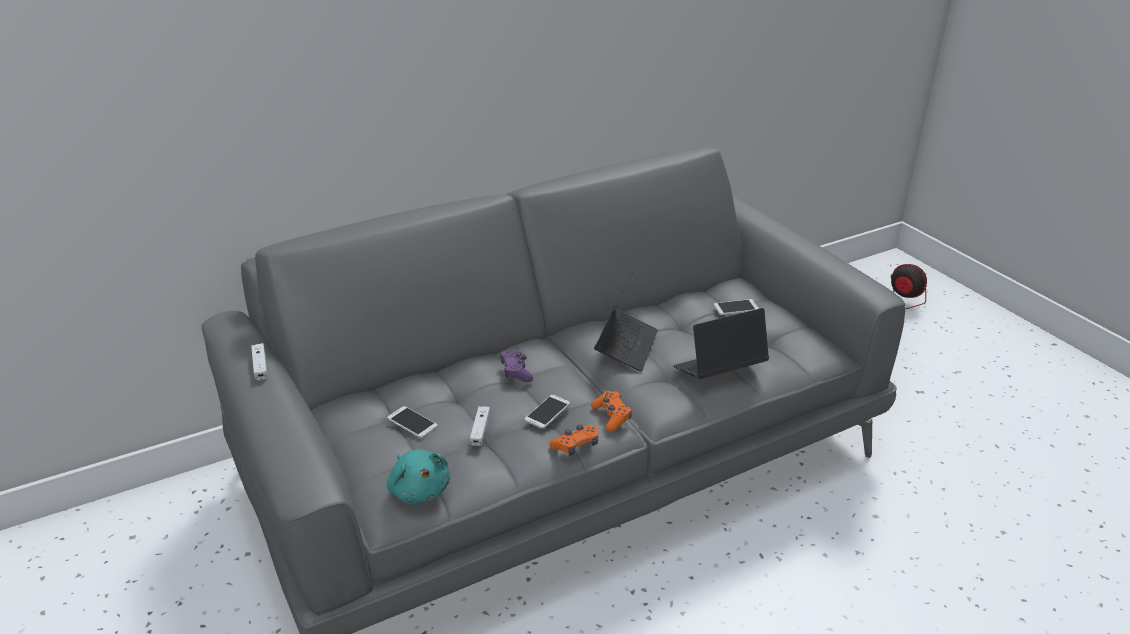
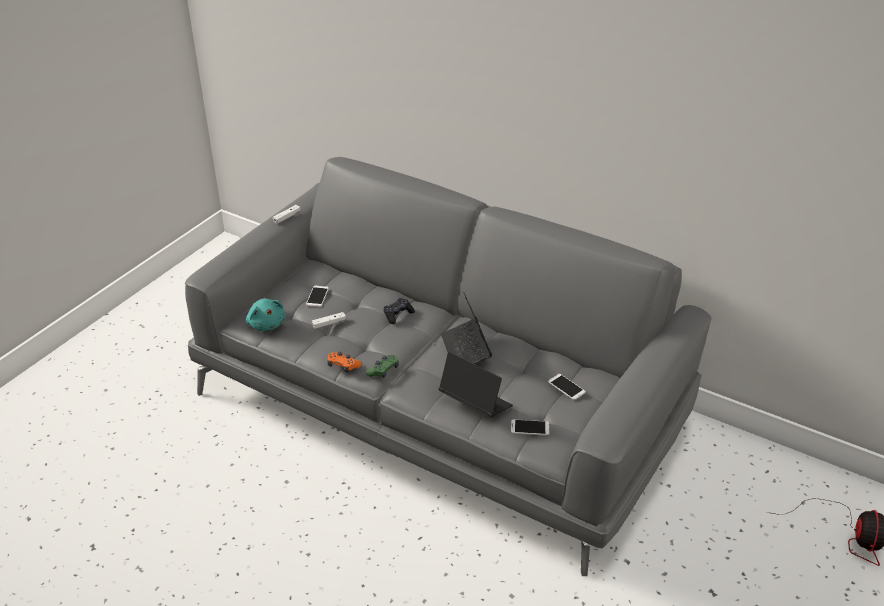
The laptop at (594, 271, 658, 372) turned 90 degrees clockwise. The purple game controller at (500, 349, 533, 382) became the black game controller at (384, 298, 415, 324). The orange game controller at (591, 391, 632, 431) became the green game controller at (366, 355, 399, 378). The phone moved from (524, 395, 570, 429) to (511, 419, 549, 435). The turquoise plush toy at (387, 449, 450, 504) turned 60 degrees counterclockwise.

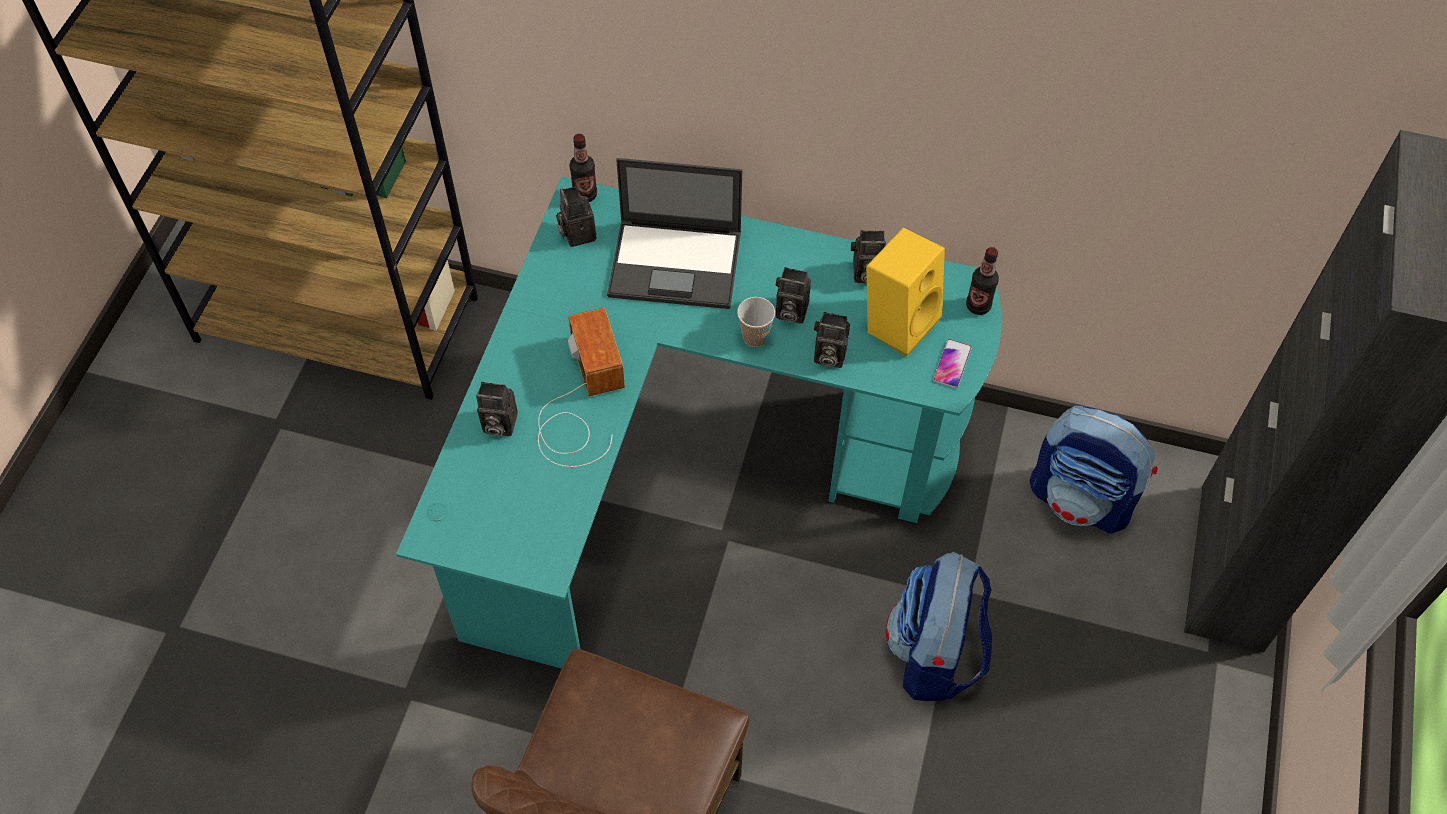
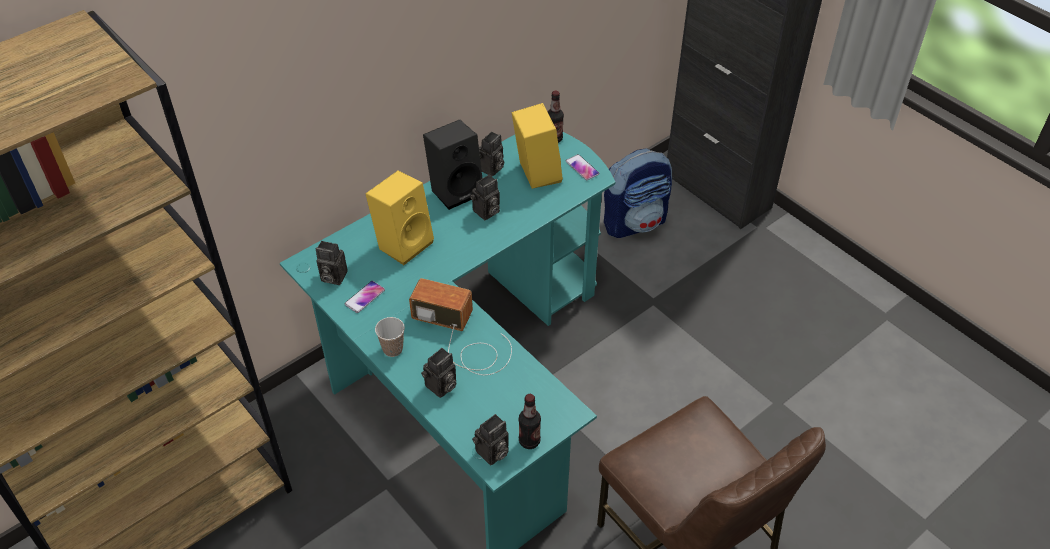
The bottle moved from (569, 134, 597, 202) to (518, 394, 541, 449). The laptop at (607, 158, 742, 309) was replaced by the yellow speaker at (366, 171, 434, 265). The cup moved from (737, 297, 775, 347) to (375, 317, 405, 357). The photo camera moved from (814, 312, 850, 368) to (472, 414, 509, 465). The backpack at (885, 552, 992, 701) disappeared. The black speaker at (423, 120, 482, 210) appeared. The phone at (345, 281, 385, 313) appeared.

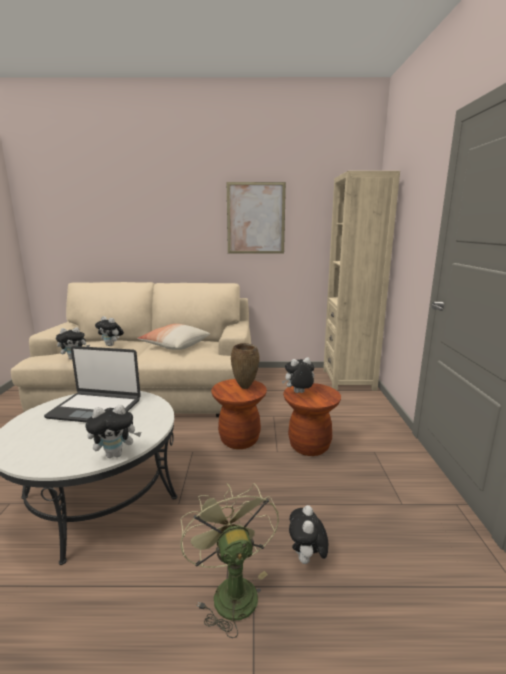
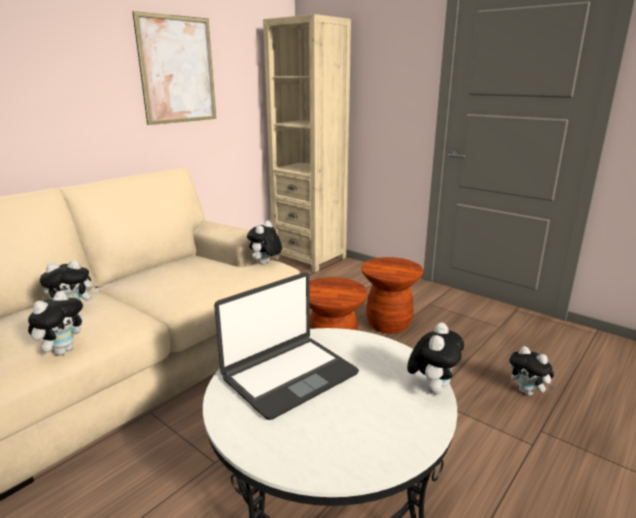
The pillow at (137, 324, 210, 350) disappeared. The brown vase at (231, 343, 259, 389) disappeared. The plush toy moved from (282, 357, 314, 393) to (247, 220, 282, 264). The green fan at (180, 483, 279, 638) disappeared.

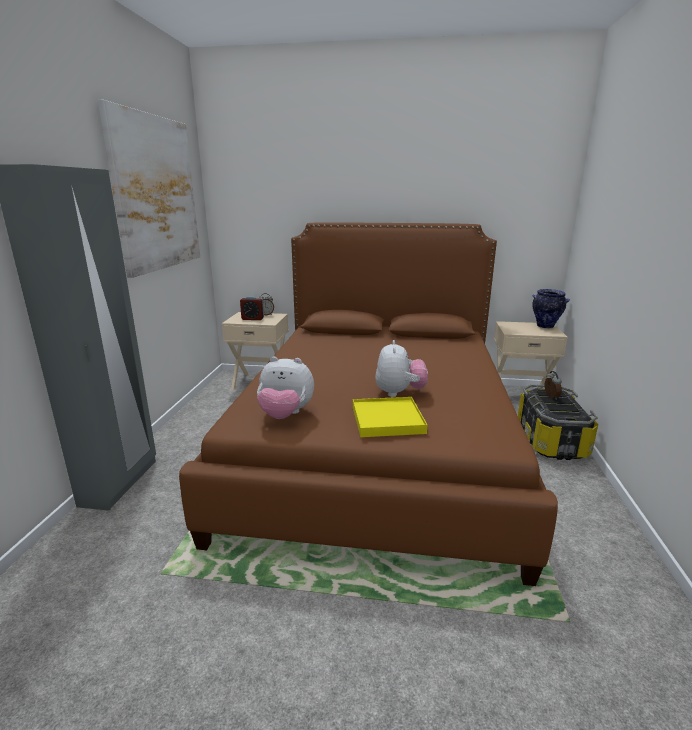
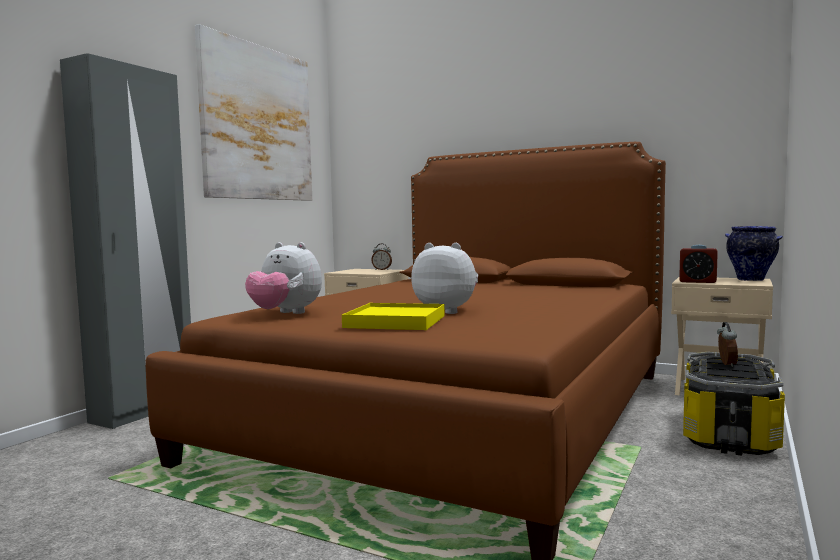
The alarm clock moved from (240, 296, 264, 320) to (679, 245, 718, 283). The plush toy at (375, 340, 428, 397) turned 90 degrees counterclockwise.

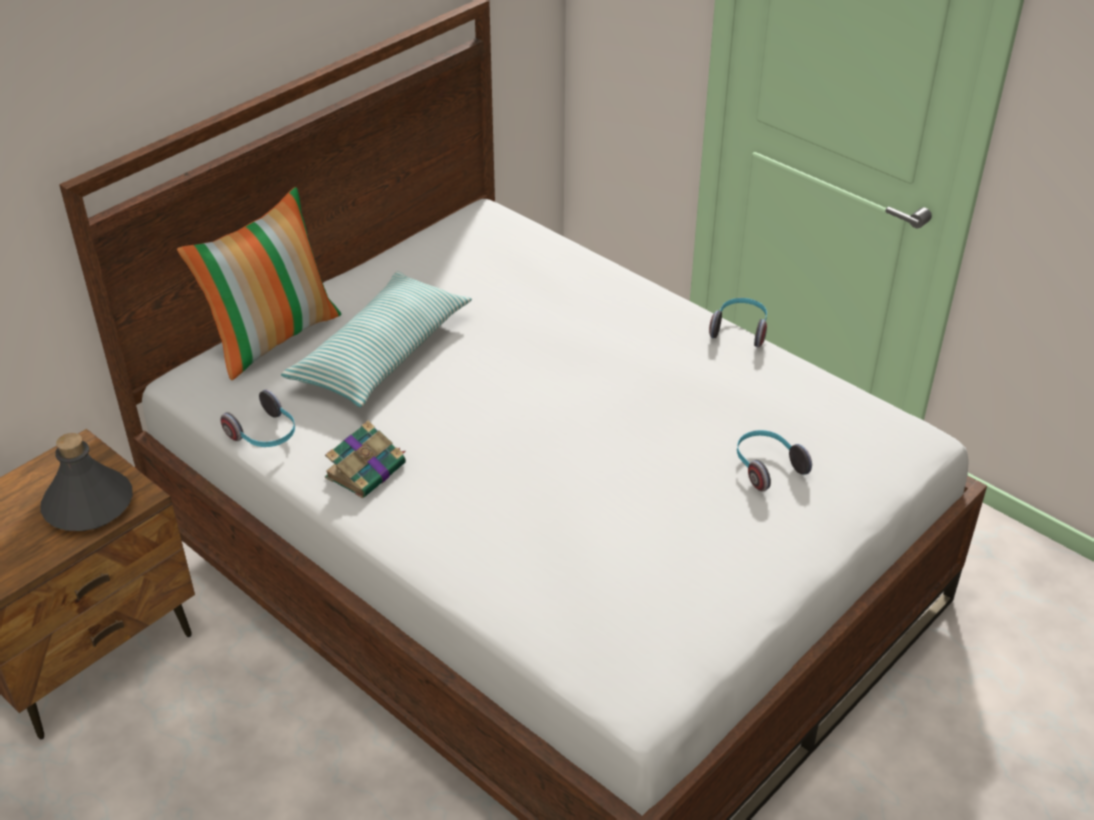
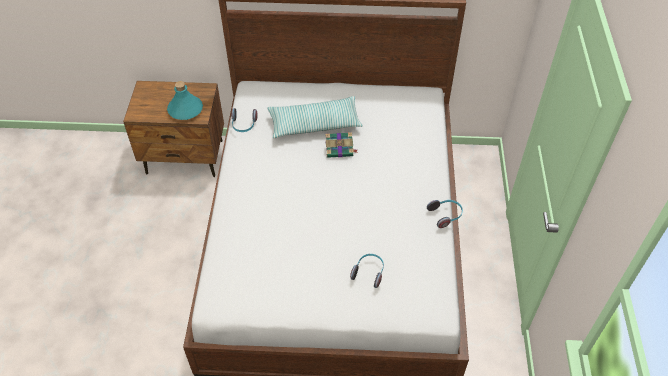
The pillow at (177, 187, 341, 380) disappeared. The book moved from (325, 420, 406, 498) to (325, 132, 358, 158). The grey bottle at (41, 433, 133, 531) became the turquoise bottle at (167, 81, 203, 120).

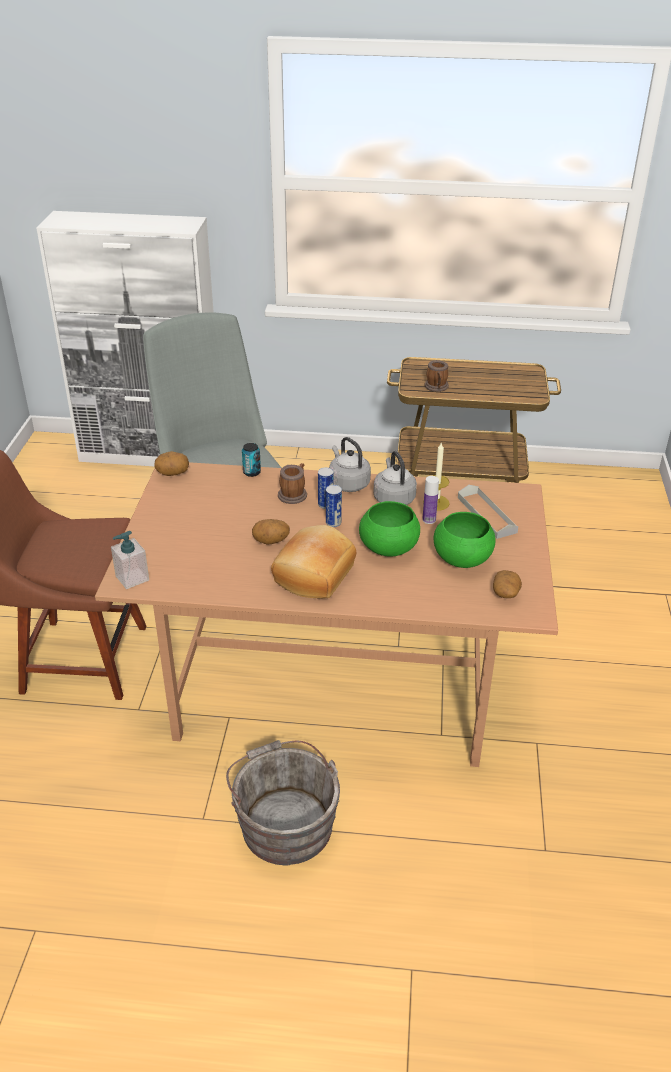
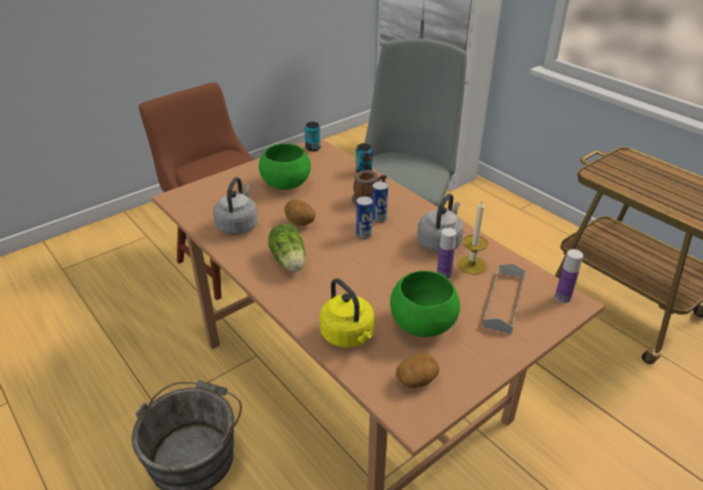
The mug at (425, 360, 449, 392) disappeared. The grey kettle moved from (329, 437, 371, 492) to (213, 177, 258, 235). The potato at (155, 451, 189, 476) was replaced by the can at (305, 122, 321, 151). The green bowl moved from (359, 501, 420, 557) to (259, 144, 311, 190). The bread at (271, 525, 356, 598) was replaced by the lettuce at (268, 223, 306, 272). The soap dispenser at (111, 531, 149, 589) disappeared. The bottle at (555, 249, 583, 303) appeared. The yellow kettle at (319, 278, 374, 348) appeared.

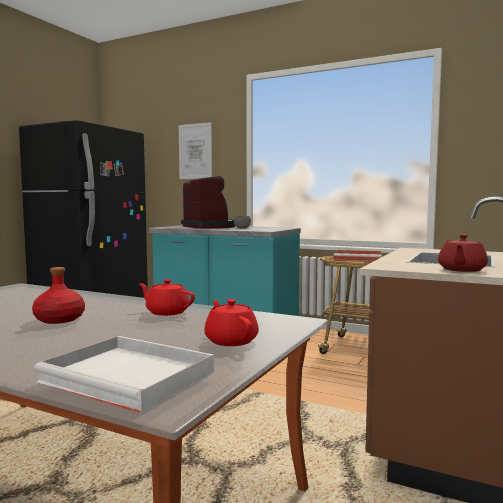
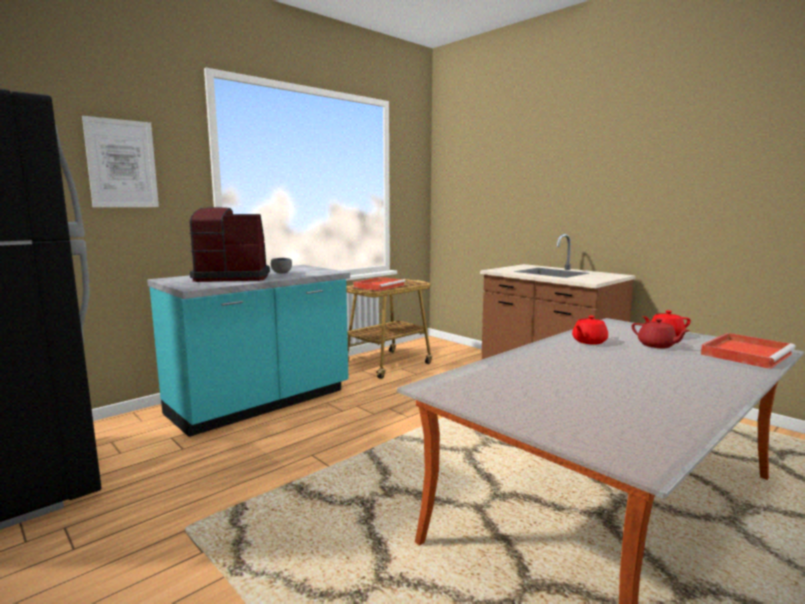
The red teapot moved from (438, 234, 488, 272) to (632, 319, 690, 348). The red bottle at (32, 267, 85, 324) disappeared. The white tray at (33, 336, 214, 413) became the red tray at (701, 333, 796, 369).

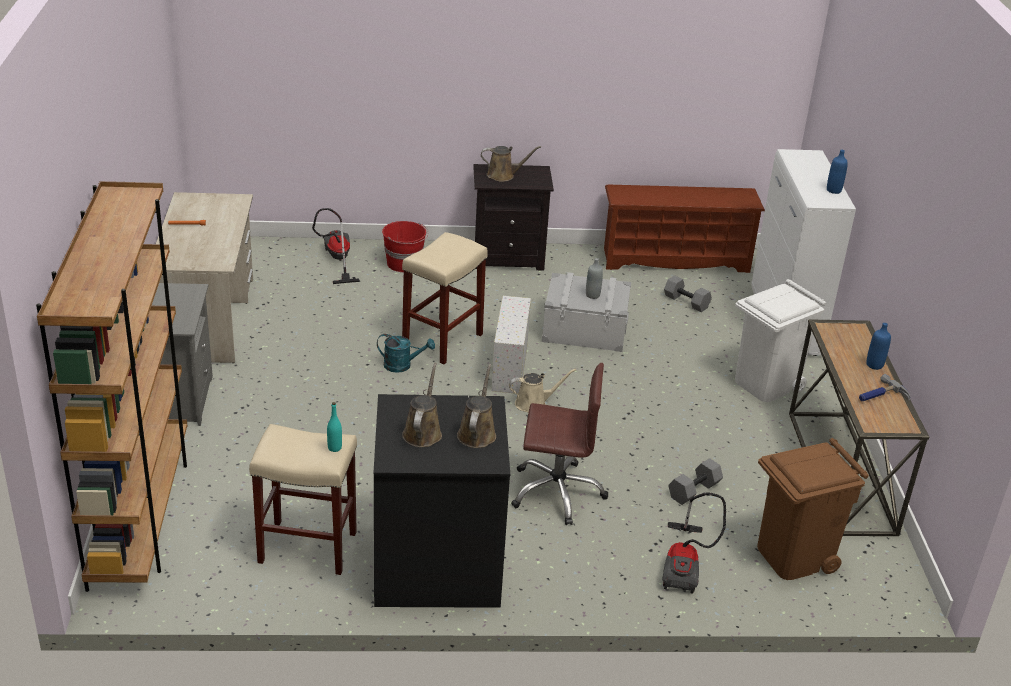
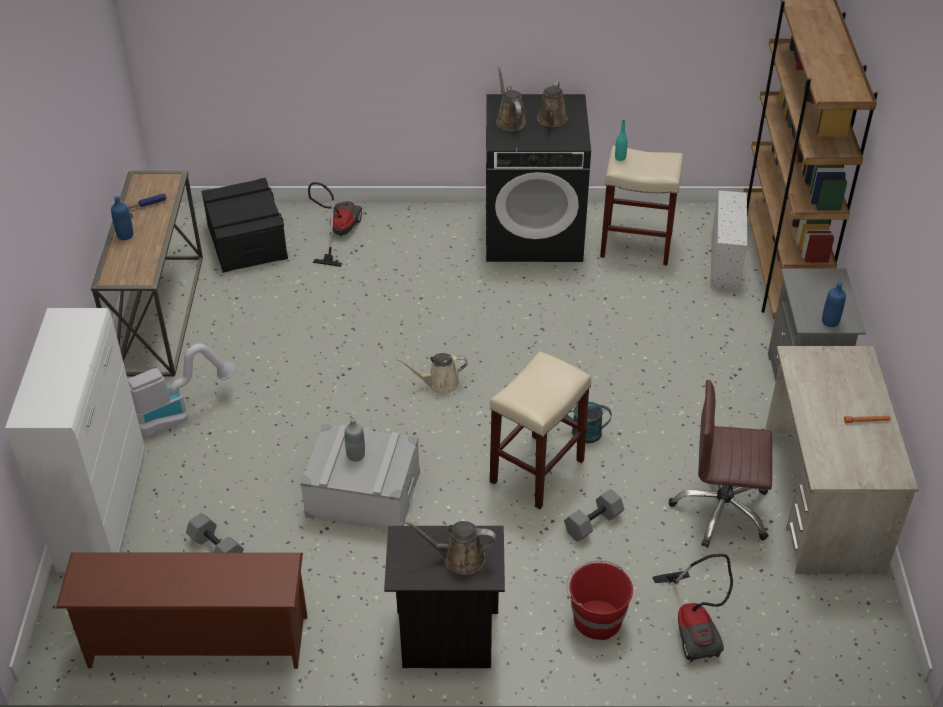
The blue bottle moved from (827, 150, 848, 194) to (822, 282, 846, 327). The white trash can at (735, 279, 826, 402) was replaced by the vacuum cleaner at (128, 343, 235, 439). The white storage box moved from (491, 296, 531, 394) to (711, 190, 747, 290). The brown office chair moved from (511, 363, 608, 525) to (669, 380, 772, 548). The brown watering can at (457, 364, 496, 448) turned 150 degrees clockwise. The brown trash can at (757, 438, 869, 580) was replaced by the black storage box at (201, 178, 288, 273). The grey dumbbell moved from (668, 458, 723, 505) to (564, 489, 624, 542).

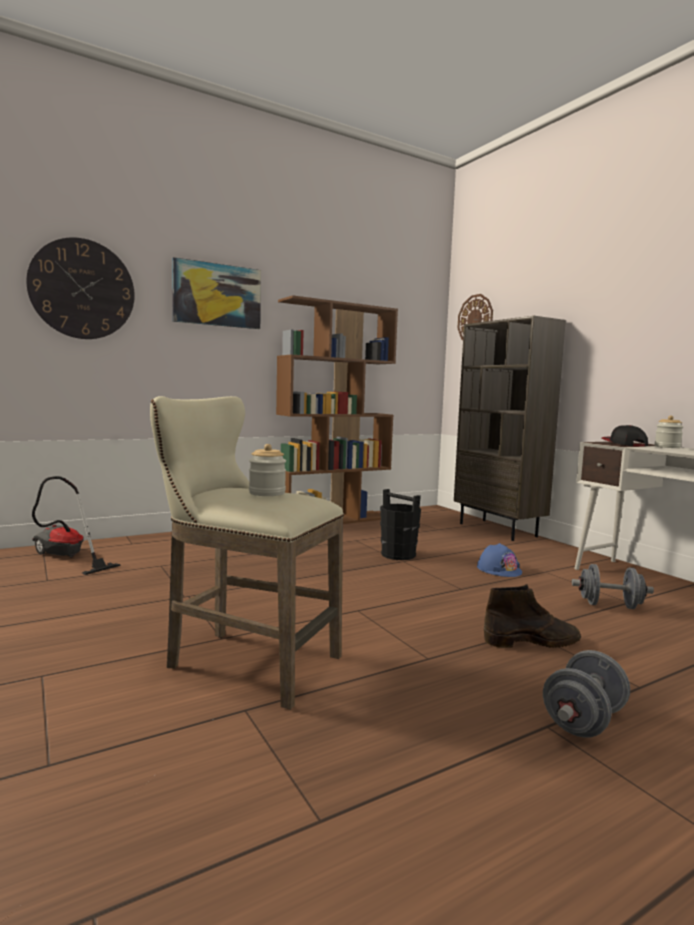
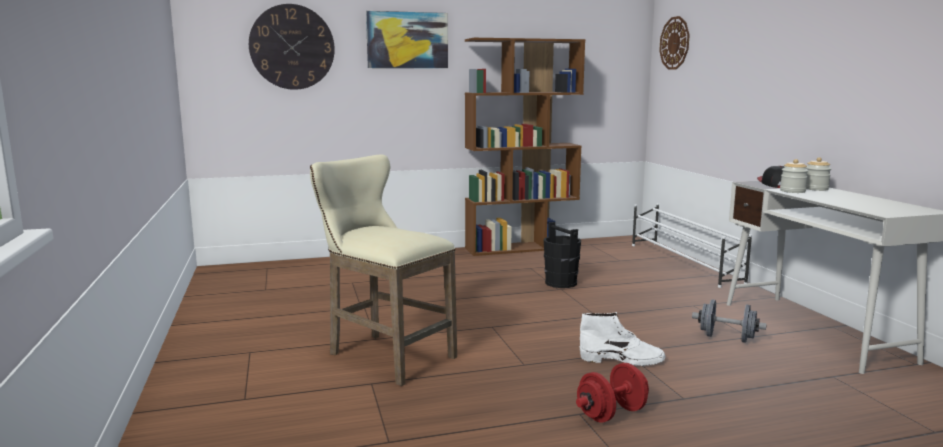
The brown bookcase at (454, 316, 566, 541) was replaced by the white shoe rack at (632, 203, 752, 288). The jar moved from (249, 444, 286, 496) to (780, 159, 808, 193). The vacuum cleaner at (32, 476, 121, 575) disappeared. The blue hard hat at (477, 543, 522, 577) disappeared. The brown boot at (484, 584, 581, 648) became the white boot at (580, 312, 666, 366). The grey dumbbell at (543, 650, 630, 738) became the red dumbbell at (576, 363, 649, 423).

